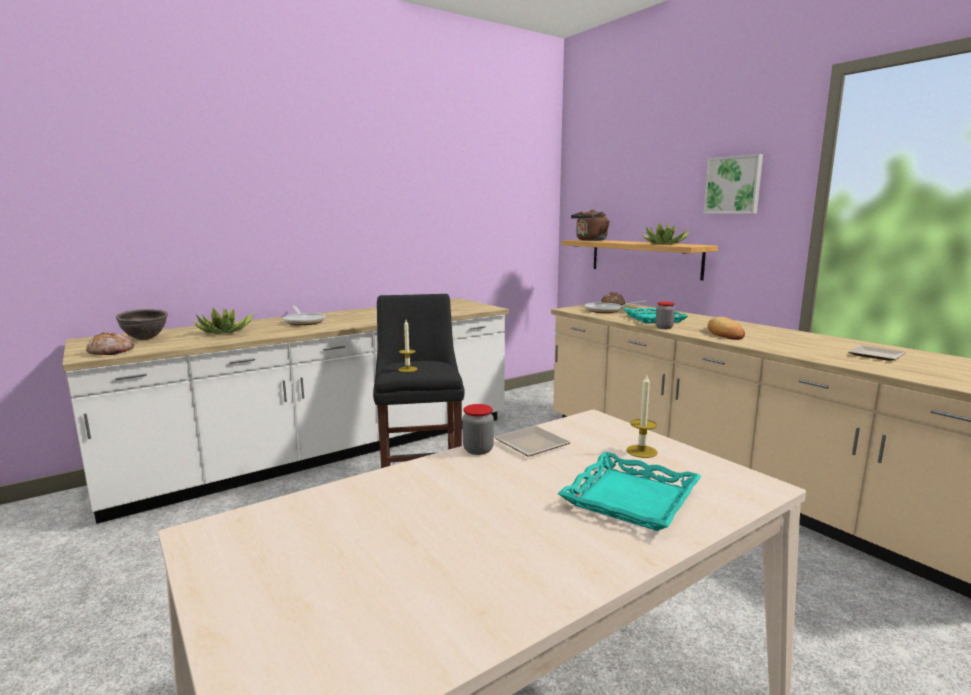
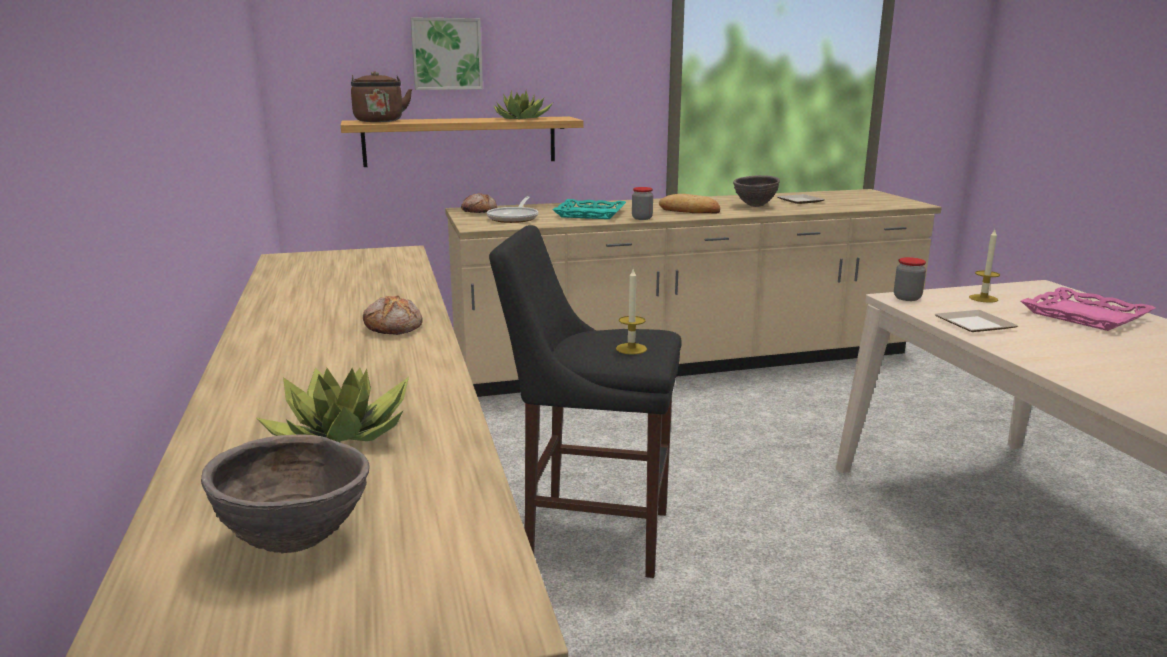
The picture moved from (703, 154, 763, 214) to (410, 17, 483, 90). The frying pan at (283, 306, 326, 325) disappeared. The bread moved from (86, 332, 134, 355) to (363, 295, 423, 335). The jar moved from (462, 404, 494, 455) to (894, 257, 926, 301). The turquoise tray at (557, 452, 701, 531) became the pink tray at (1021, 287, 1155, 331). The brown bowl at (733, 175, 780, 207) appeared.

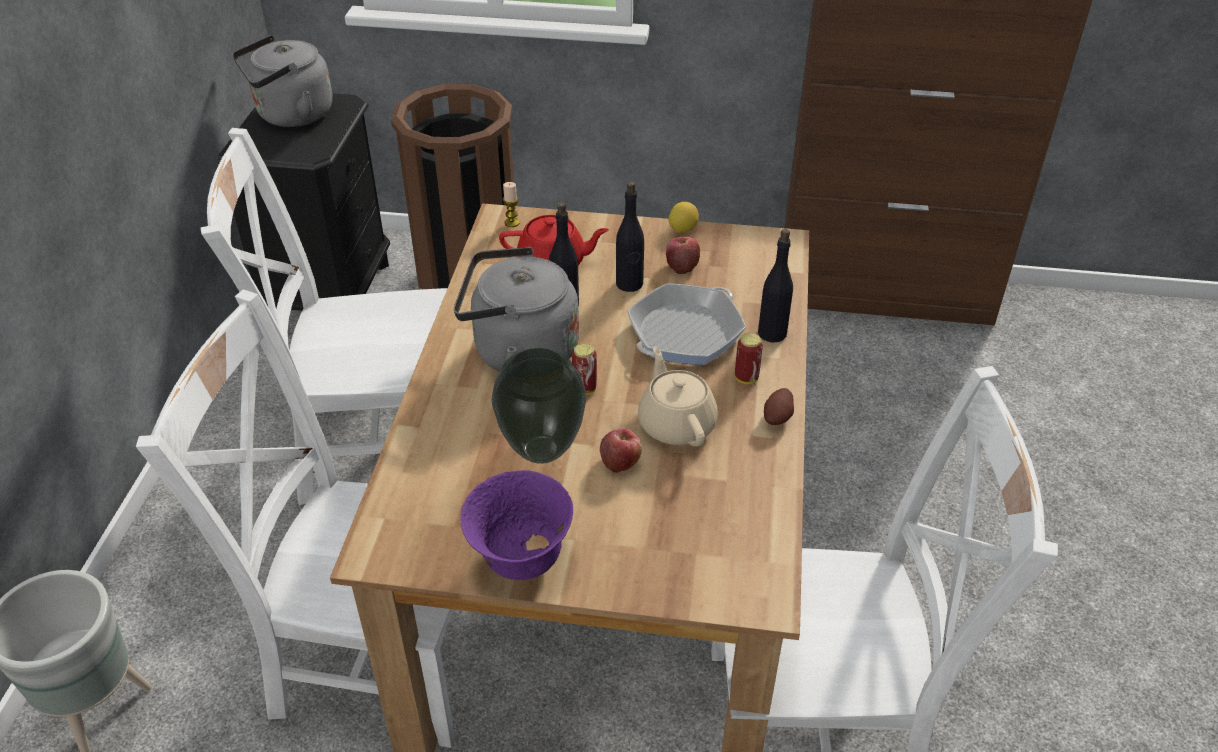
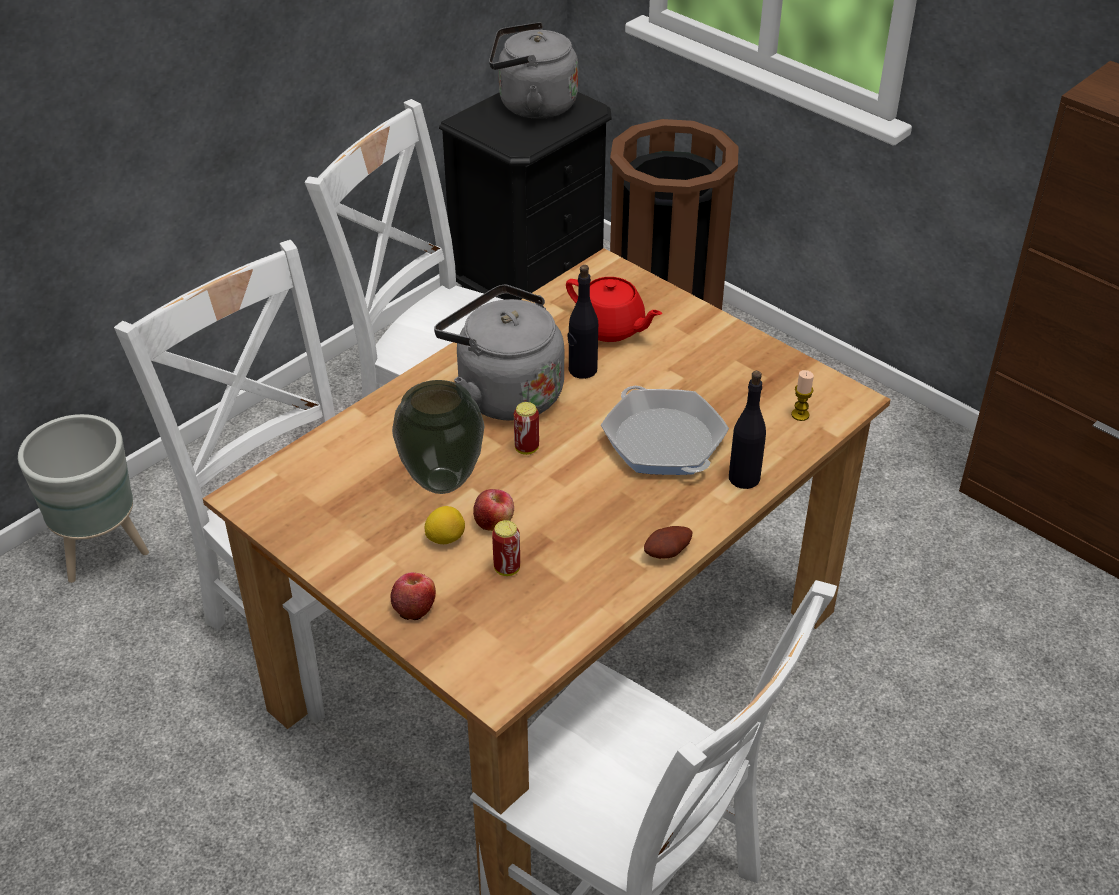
The black bottle at (616, 181, 644, 292) disappeared. The candle moved from (503, 182, 520, 227) to (791, 370, 814, 421). The lemon moved from (668, 202, 699, 233) to (424, 506, 465, 544). The apple moved from (666, 237, 700, 274) to (391, 572, 436, 620). The frying pan at (627, 283, 746, 365) turned 75 degrees clockwise. The can moved from (735, 333, 763, 384) to (492, 520, 520, 576). The beige teapot at (638, 346, 718, 447) disappeared. The purple bowl at (460, 470, 573, 580) disappeared.

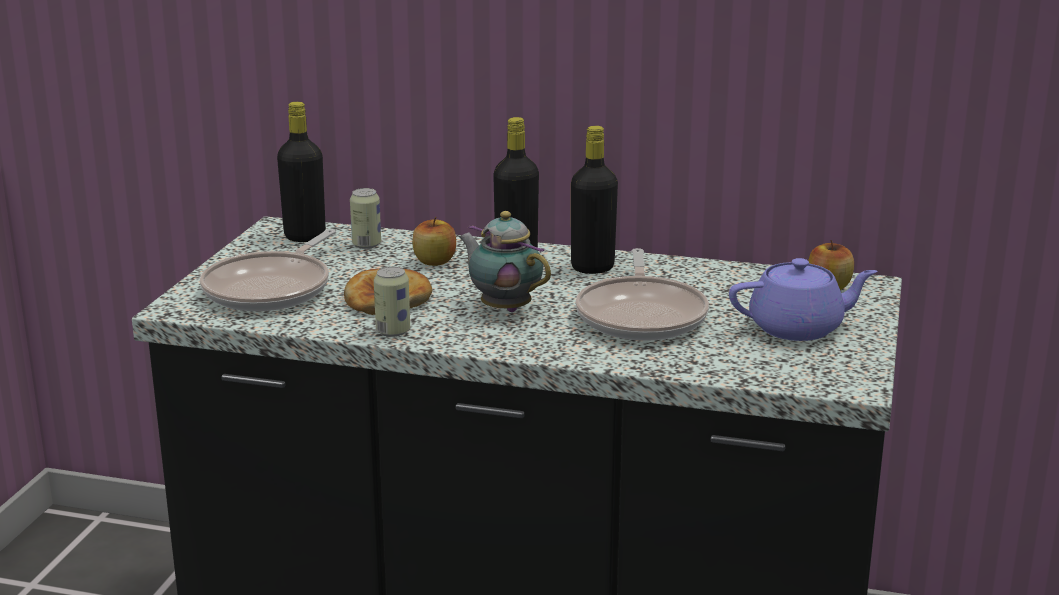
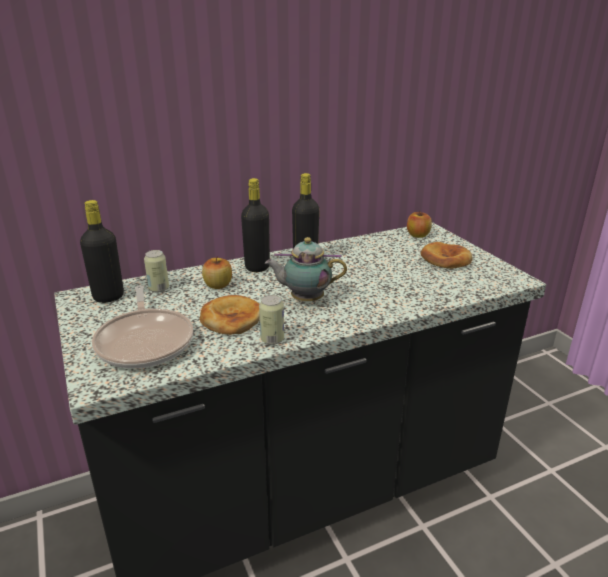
The frying pan at (576, 248, 709, 341) disappeared. The purple teapot at (729, 258, 878, 341) was replaced by the bread at (421, 242, 473, 269).

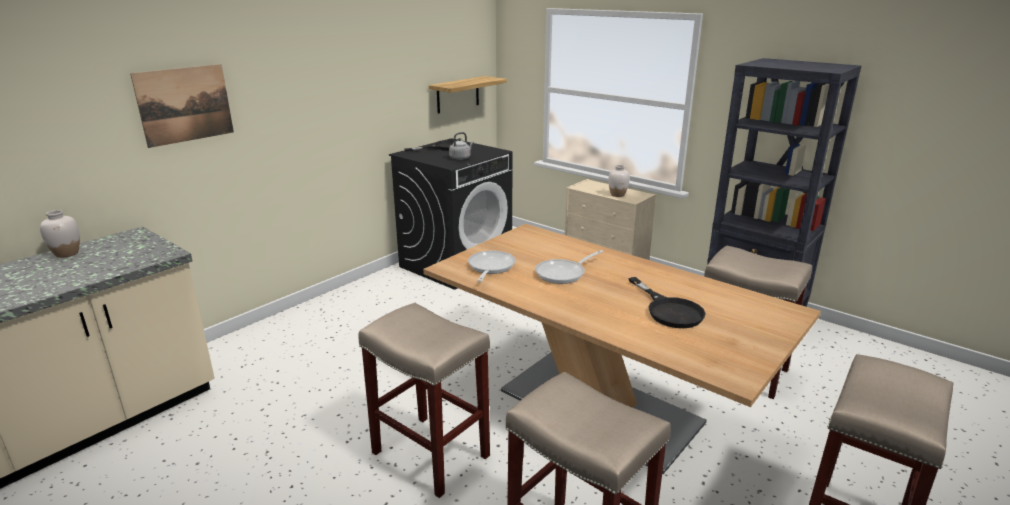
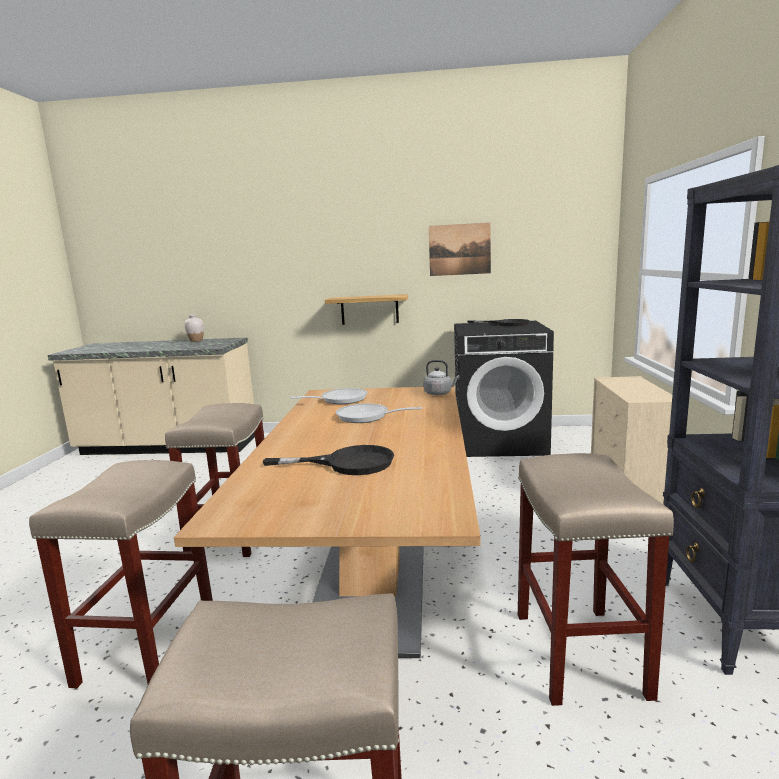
The picture moved from (130, 64, 234, 148) to (429, 223, 491, 276). The shelf moved from (428, 76, 507, 114) to (325, 294, 408, 325). The grey kettle moved from (449, 132, 474, 160) to (423, 360, 459, 395). The white vase at (608, 165, 630, 197) disappeared. The black frying pan at (628, 277, 706, 328) turned 120 degrees counterclockwise.

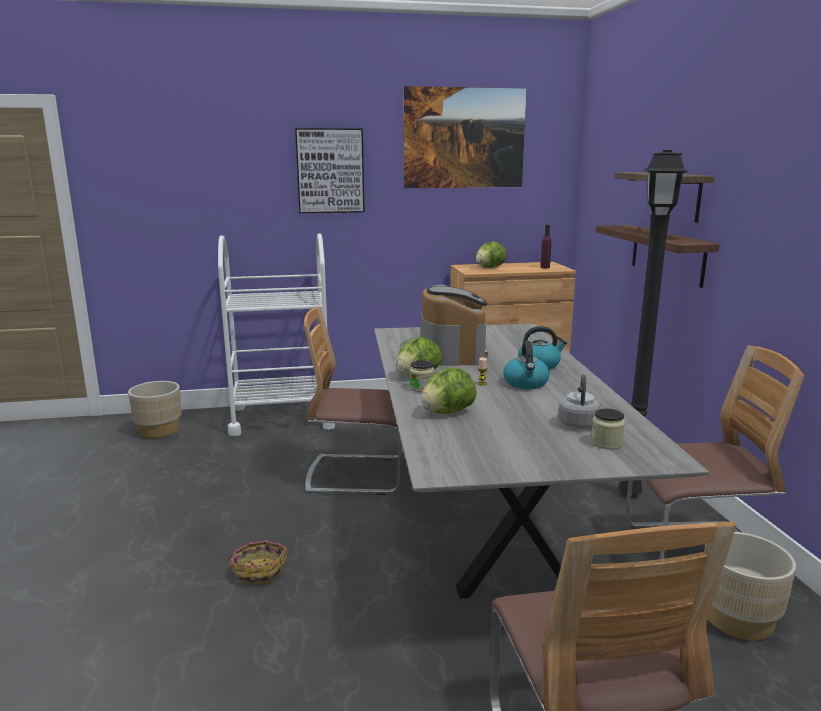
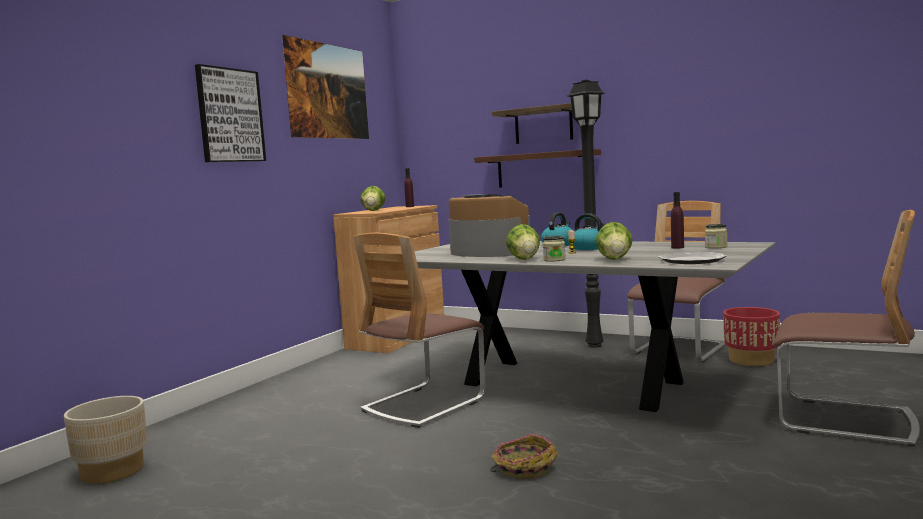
The white cart at (218, 233, 335, 436) disappeared. The grey kettle at (558, 375, 601, 429) was replaced by the purple bottle at (671, 192, 684, 249). The beige planter at (705, 532, 796, 640) became the red planter at (723, 307, 780, 366). The plate at (659, 252, 726, 264) appeared.

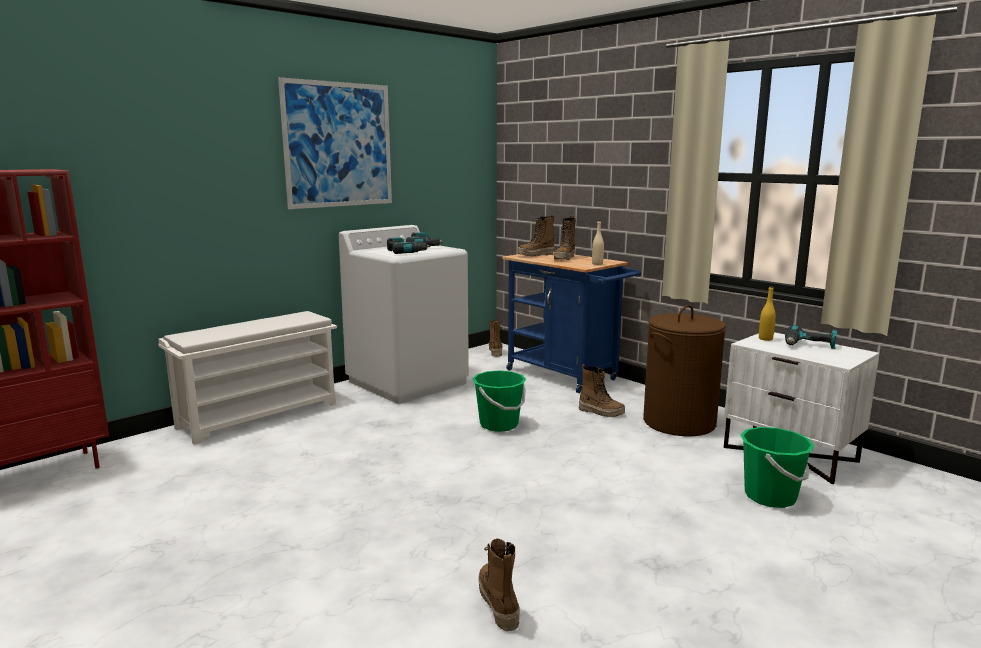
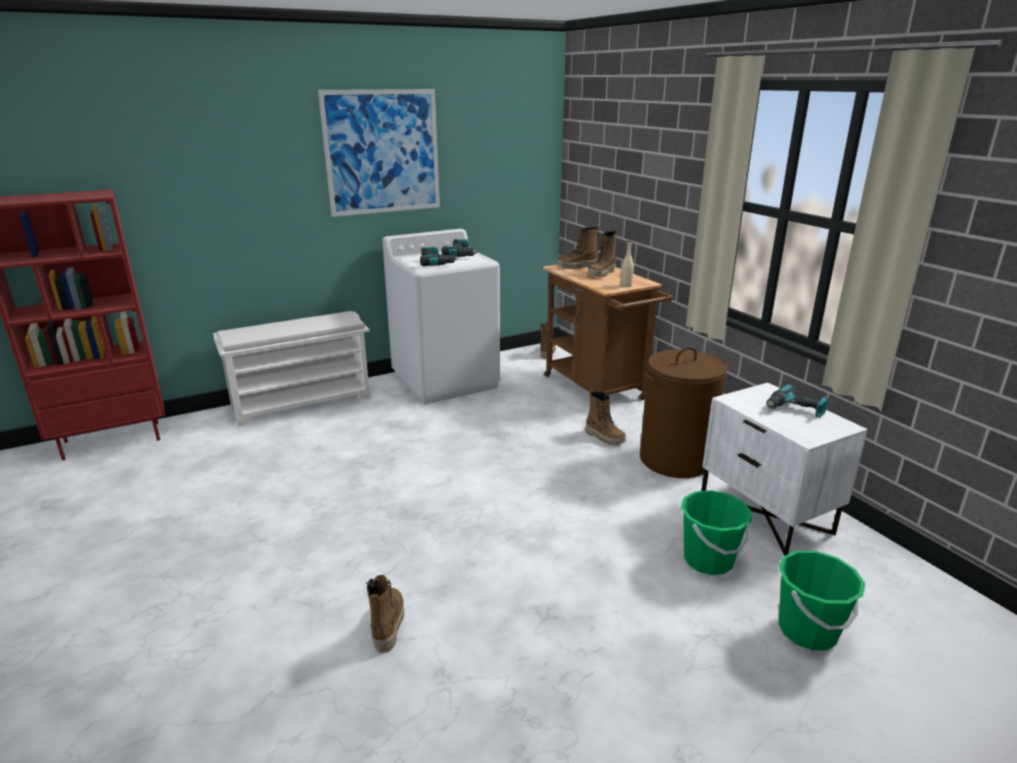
The blue cart at (502, 252, 641, 393) became the brown cart at (543, 265, 673, 400). The yellow bottle at (759, 286, 776, 341) disappeared. The green bucket moved from (472, 370, 526, 432) to (779, 551, 865, 650).

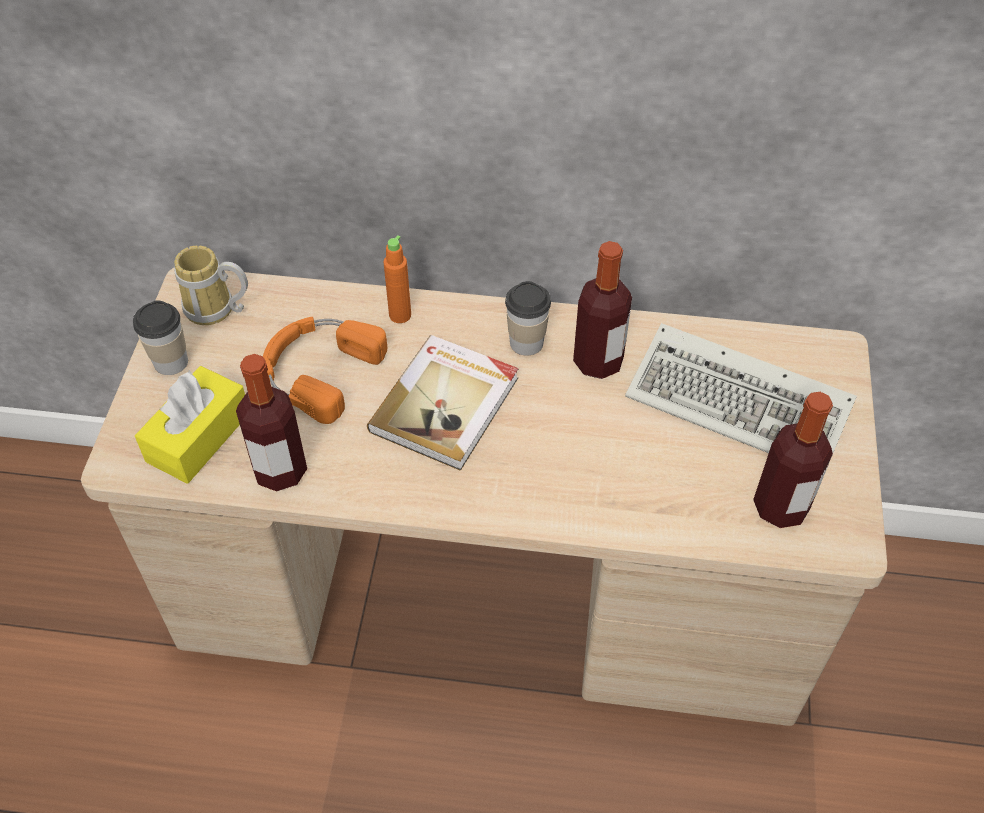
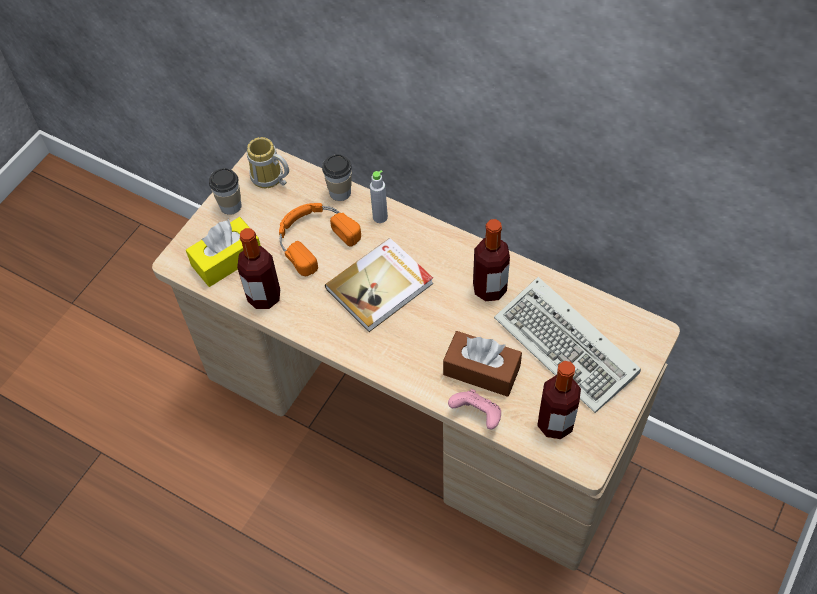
The orange bottle at (384, 236, 411, 323) became the grey bottle at (370, 170, 388, 223). The cup moved from (505, 281, 551, 356) to (322, 154, 352, 201). The brown tissue box at (443, 331, 522, 397) appeared. The pink game controller at (448, 389, 501, 429) appeared.

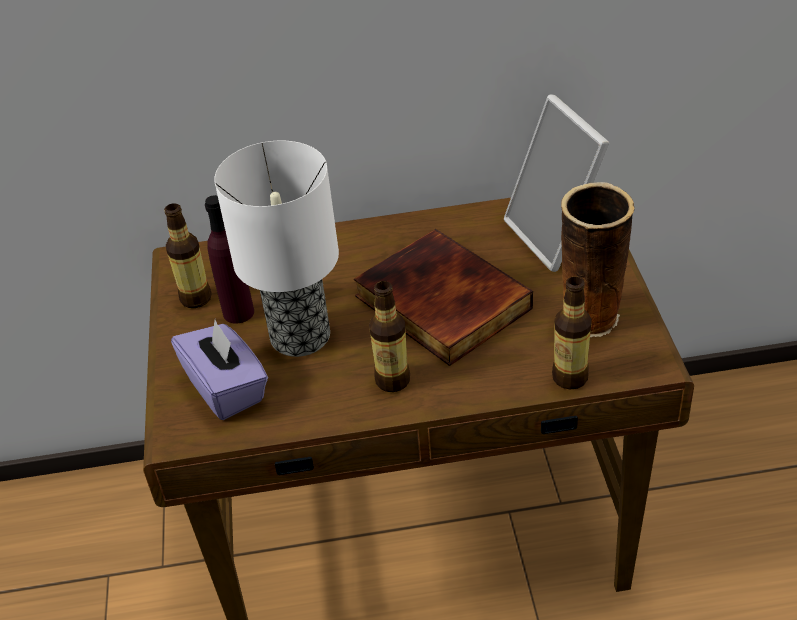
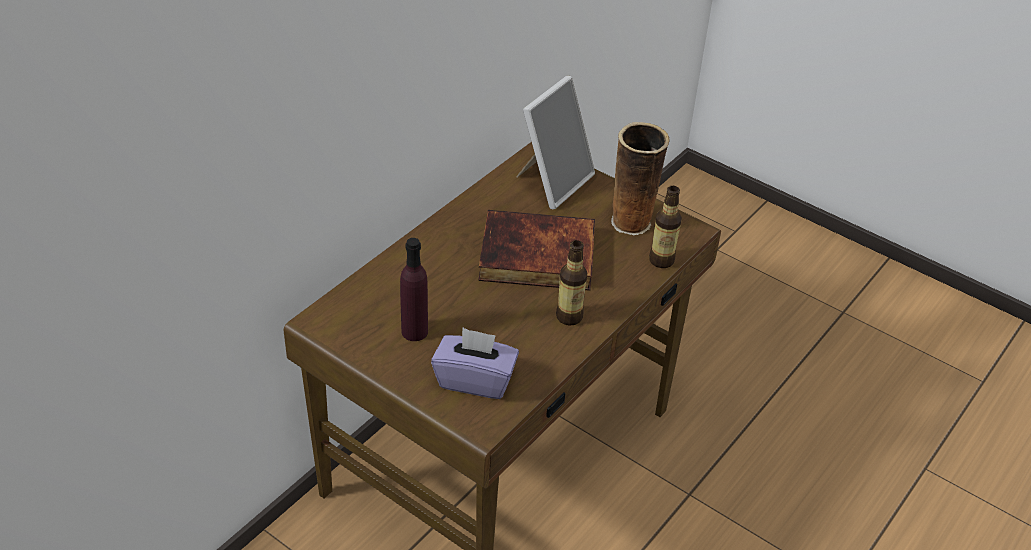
The picture frame at (504, 94, 610, 272) turned 75 degrees counterclockwise. The table lamp at (214, 140, 339, 357) disappeared. The bottle at (164, 203, 212, 308) disappeared.

